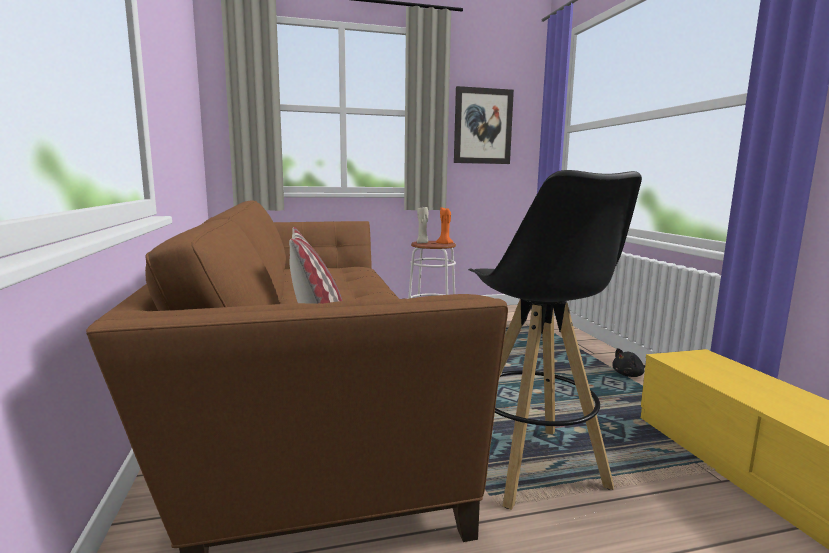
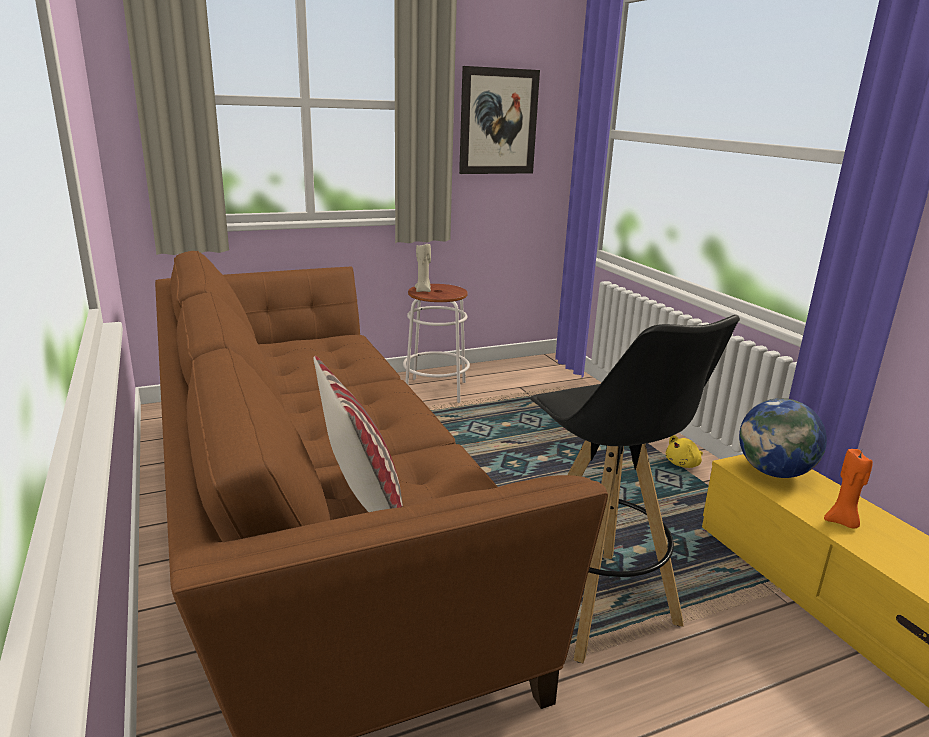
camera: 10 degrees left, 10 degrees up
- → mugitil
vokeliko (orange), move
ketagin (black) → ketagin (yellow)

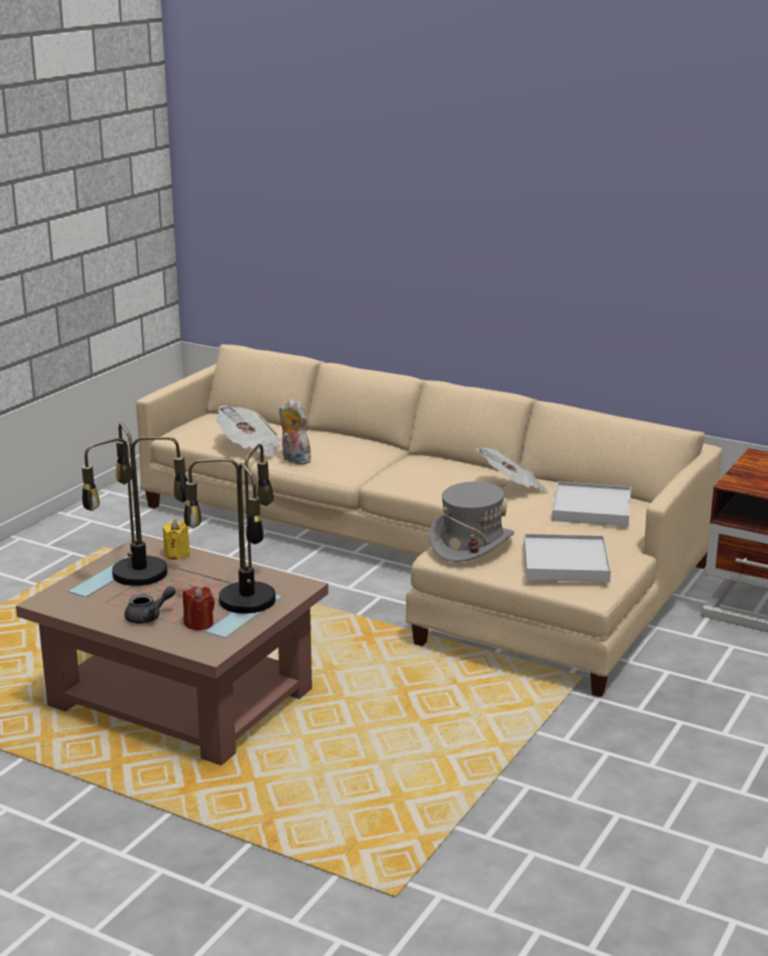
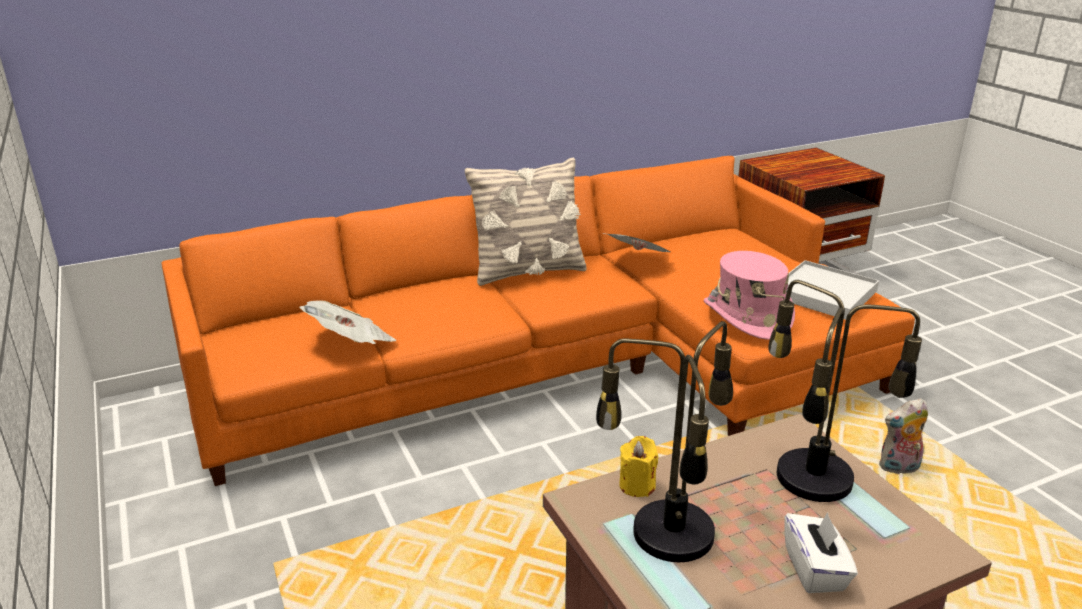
camera: 55 degrees left, 5 degrees up
vokeliko (red) → -
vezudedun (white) (2nd from left) → -
- → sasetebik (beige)
ketagin, move
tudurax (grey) → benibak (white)
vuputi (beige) → vuputi (orange)
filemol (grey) → filemol (pink)

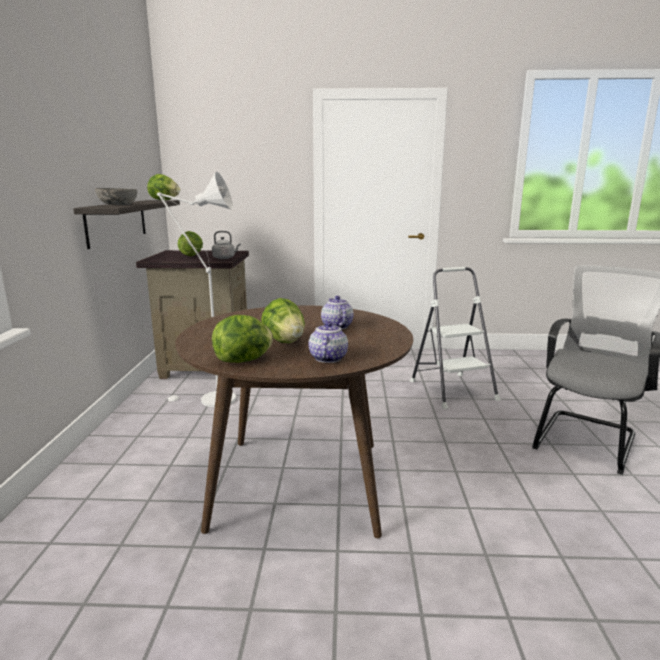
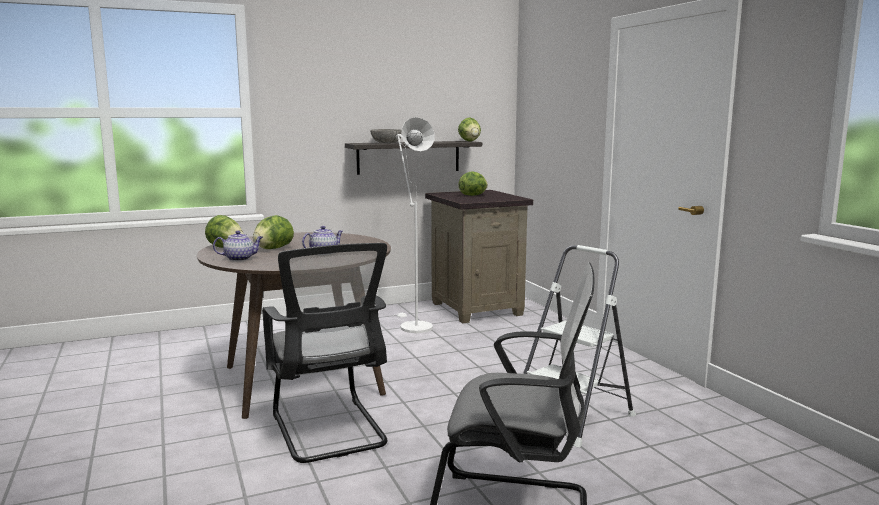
camera: 65 degrees right, 5 degrees down
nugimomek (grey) → -
- → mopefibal (1st from left)

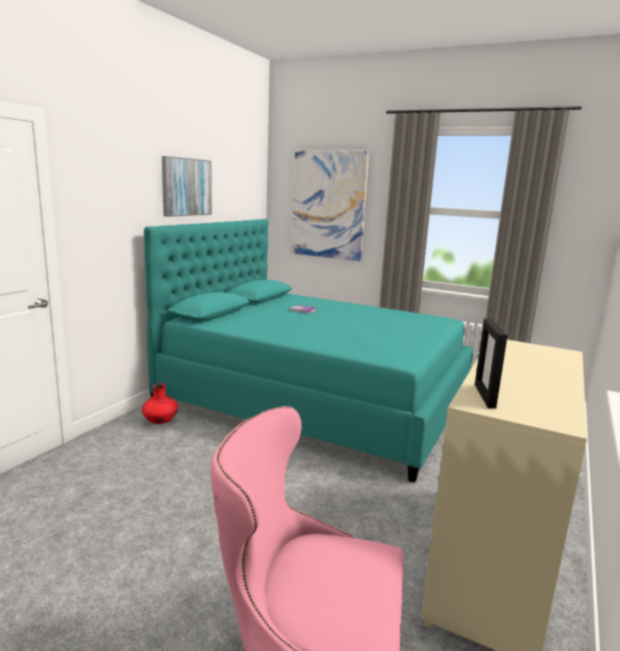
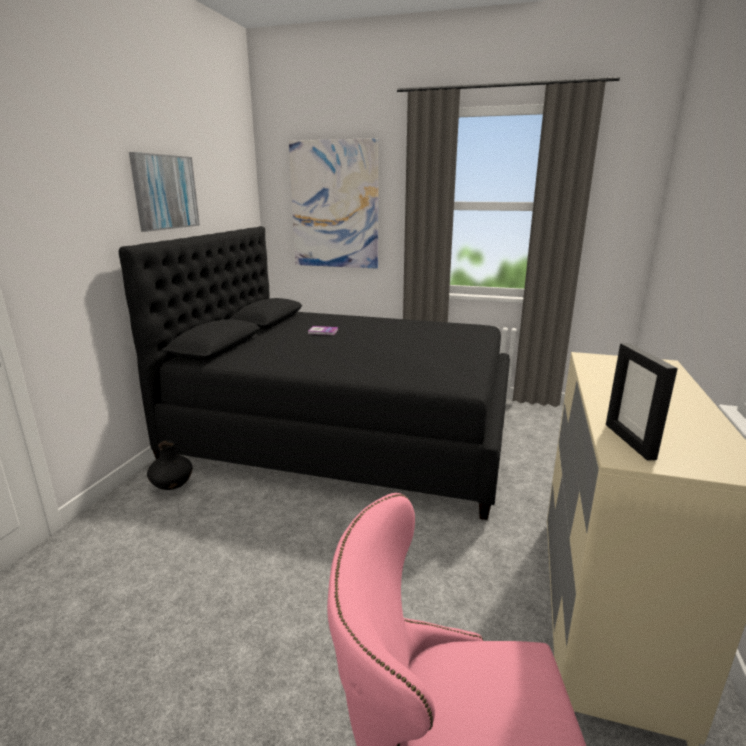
camera: 10 degrees left, 5 degrees up
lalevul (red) → lalevul (black)
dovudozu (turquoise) → dovudozu (black)

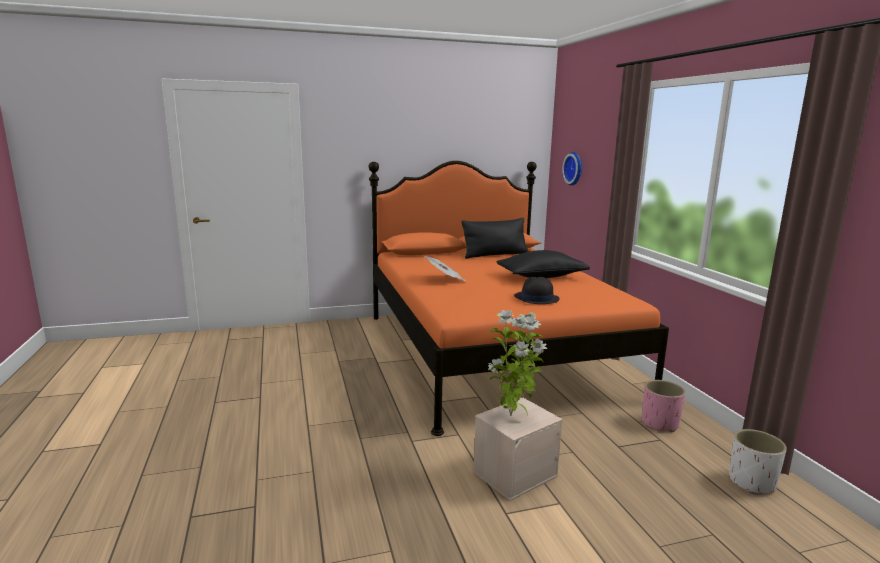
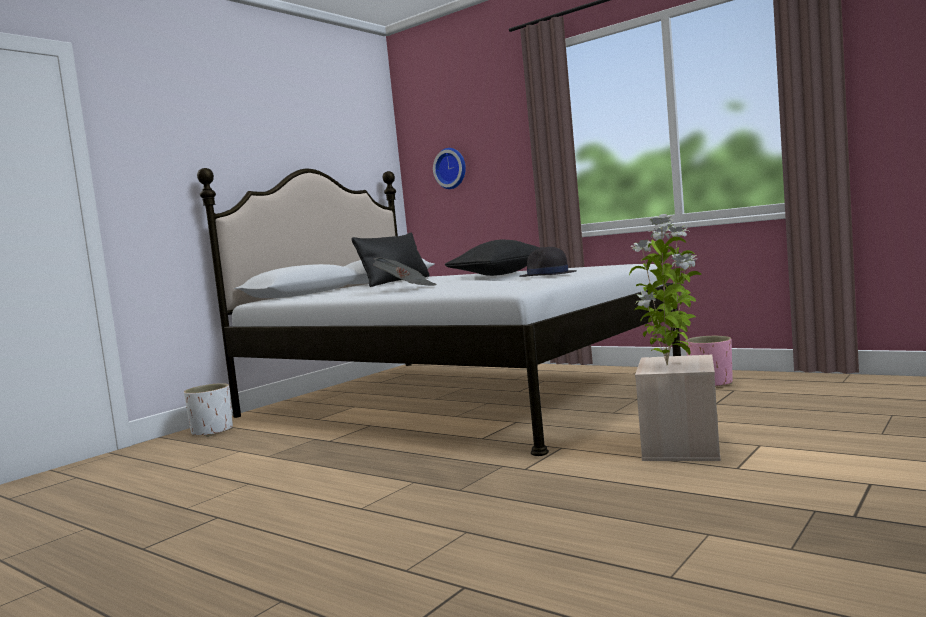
camera: 35 degrees left, 10 degrees down
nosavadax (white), move
dovudozu (orange) → dovudozu (white)

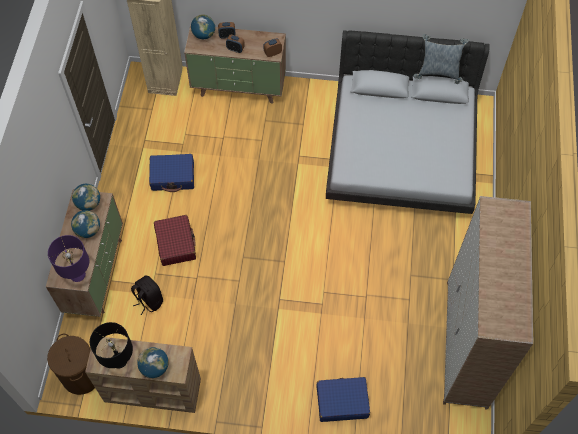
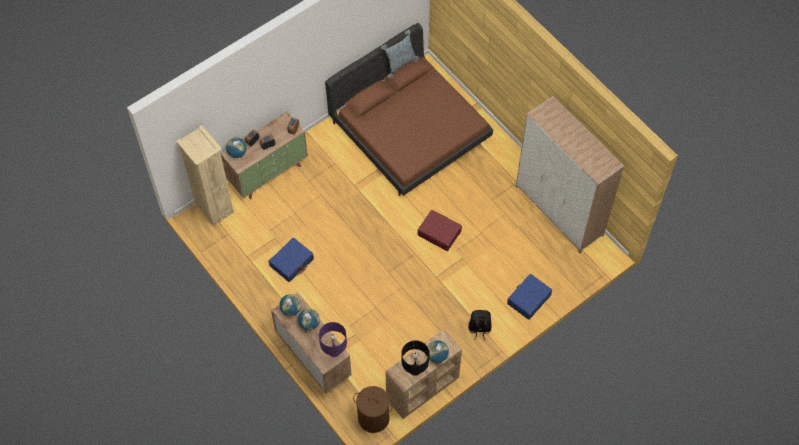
camera: 45 degrees left, 0 degrees up
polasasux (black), move
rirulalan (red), move
dovudozu (grey) → dovudozu (brown)

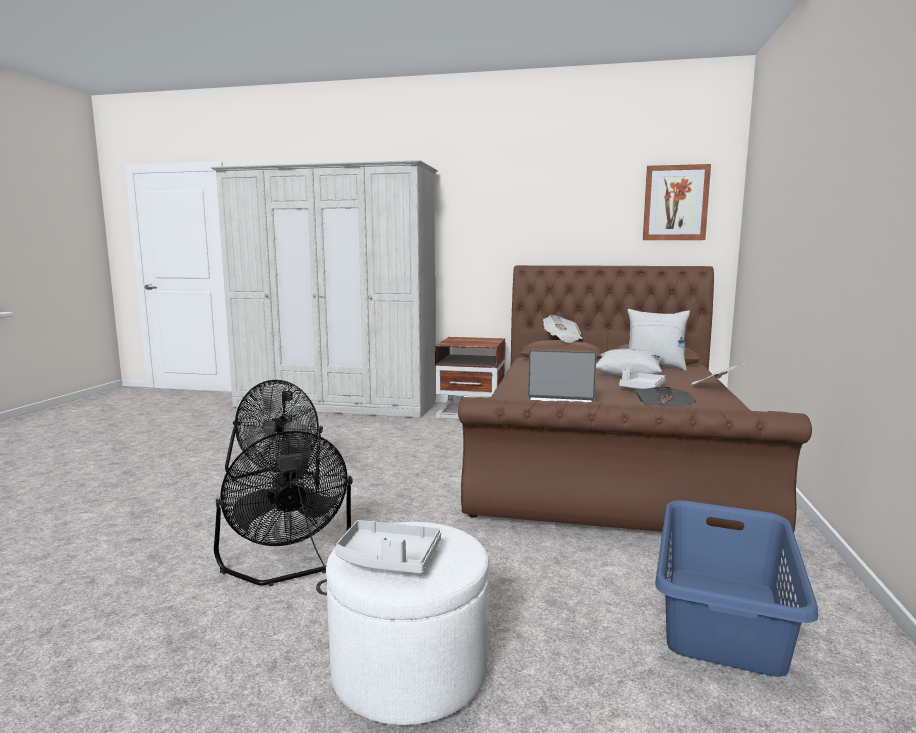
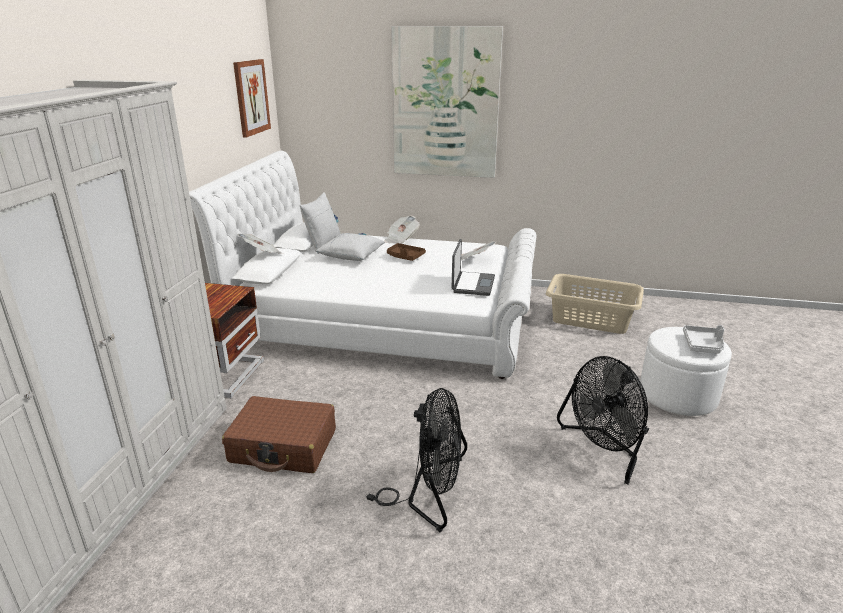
camera: 90 degrees left, 15 degrees up
- → rirulalan (brown)
- → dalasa (2nd from left)
dovudozu (brown) → dovudozu (white)
vezudedun (grey) (2nd from left) → vezudedun (brown)
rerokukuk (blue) → rerokukuk (beige)

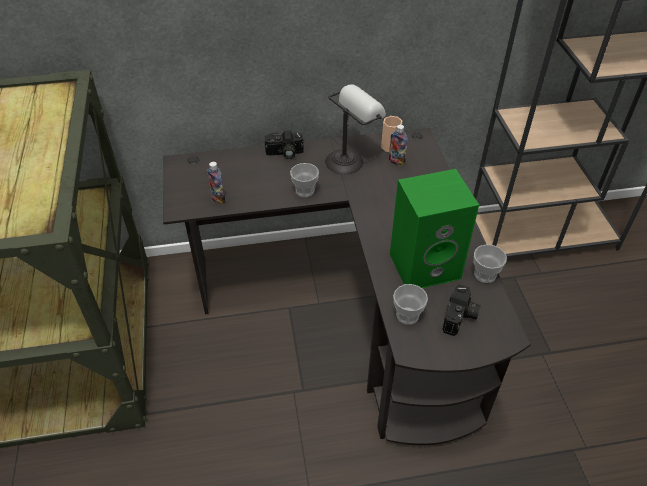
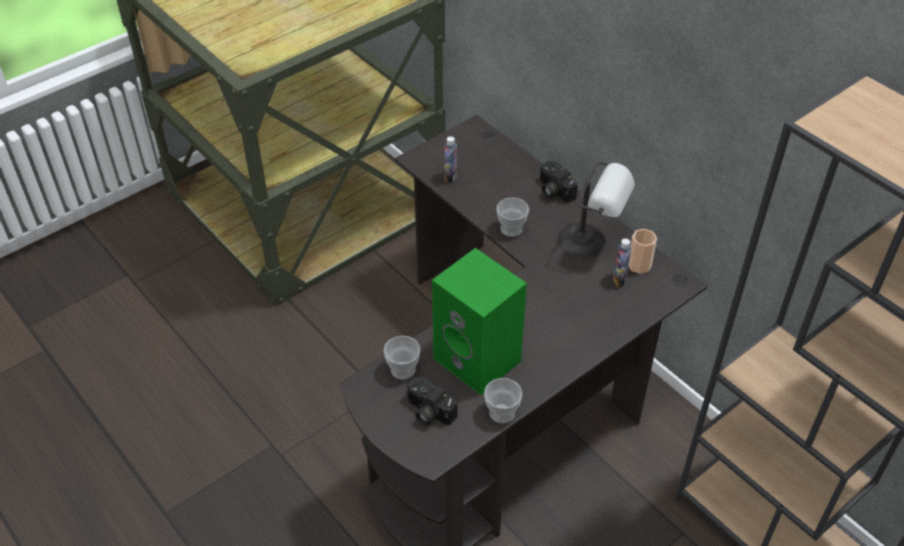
camera: 60 degrees right, 0 degrees up
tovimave (2nd from left in the first image) → tovimave (1st from left), 45 degrees clockwise

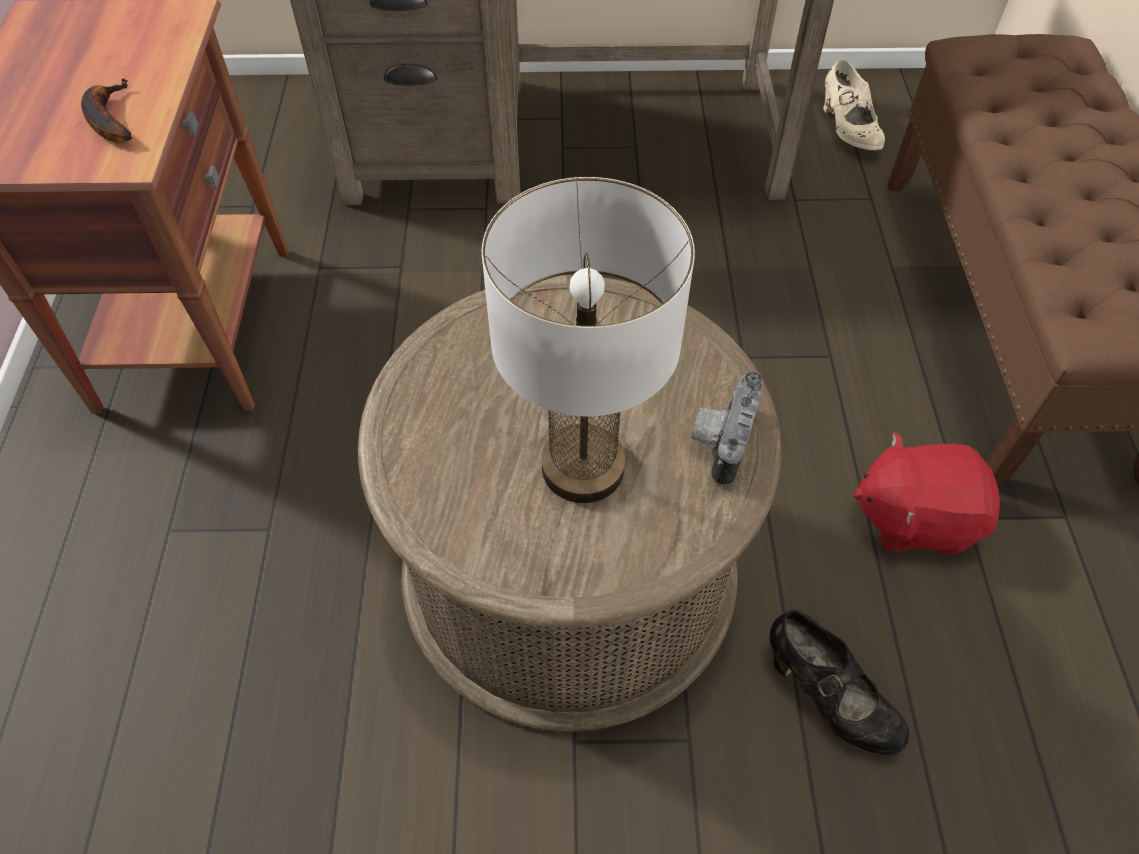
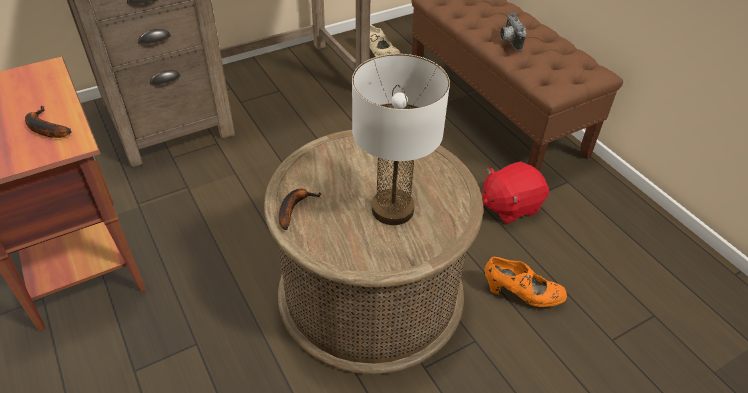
camera: 30 degrees left, 10 degrees down
- → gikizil (2nd from left)
tovimave, move
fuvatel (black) → fuvatel (orange)

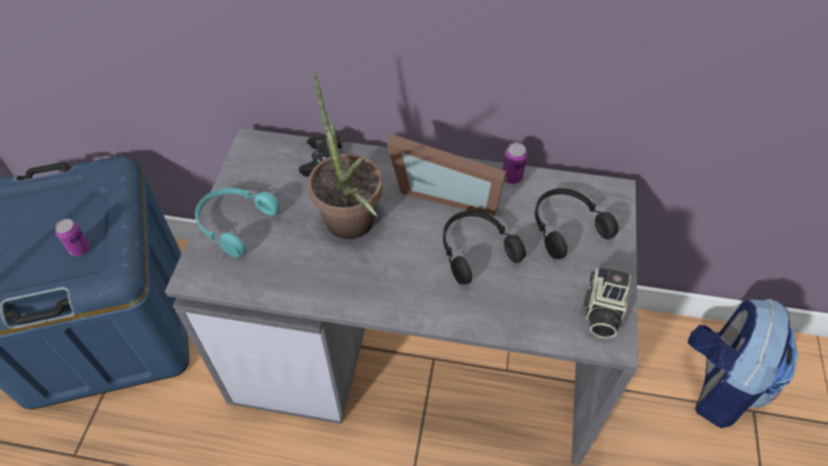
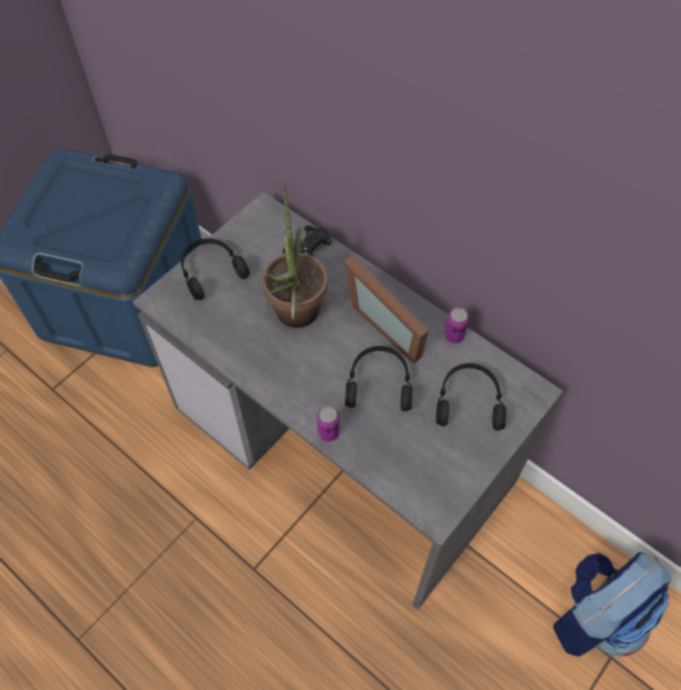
camera: 30 degrees right, 5 degrees up
tovimave → -
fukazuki (1st from left), move
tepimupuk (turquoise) → tepimupuk (black) (1st from left)

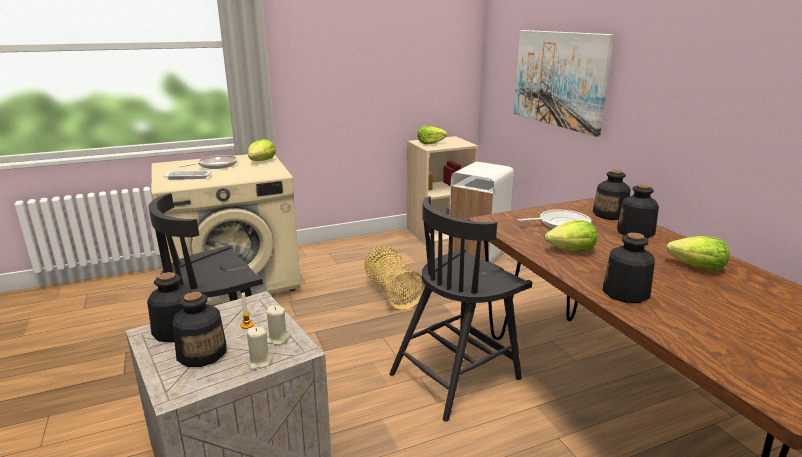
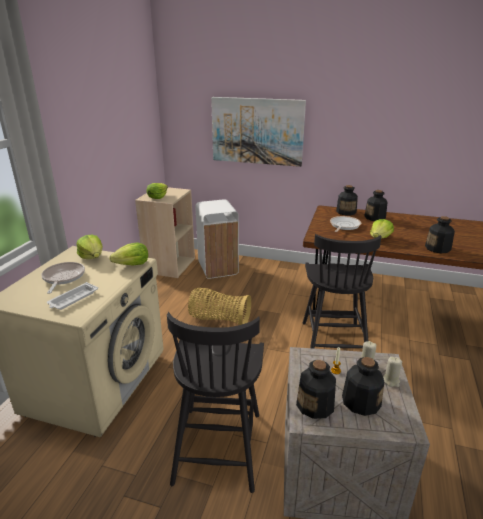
camera: 50 degrees left, 5 degrees up
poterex (4th from left in the first image) → poterex (2nd from left), move

